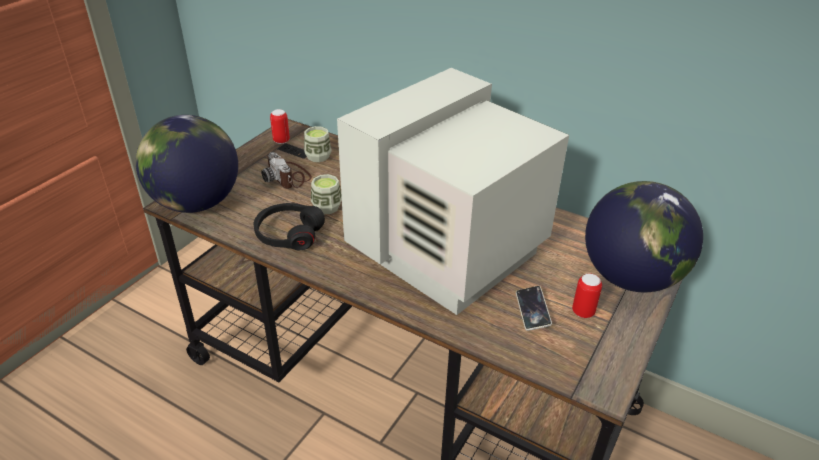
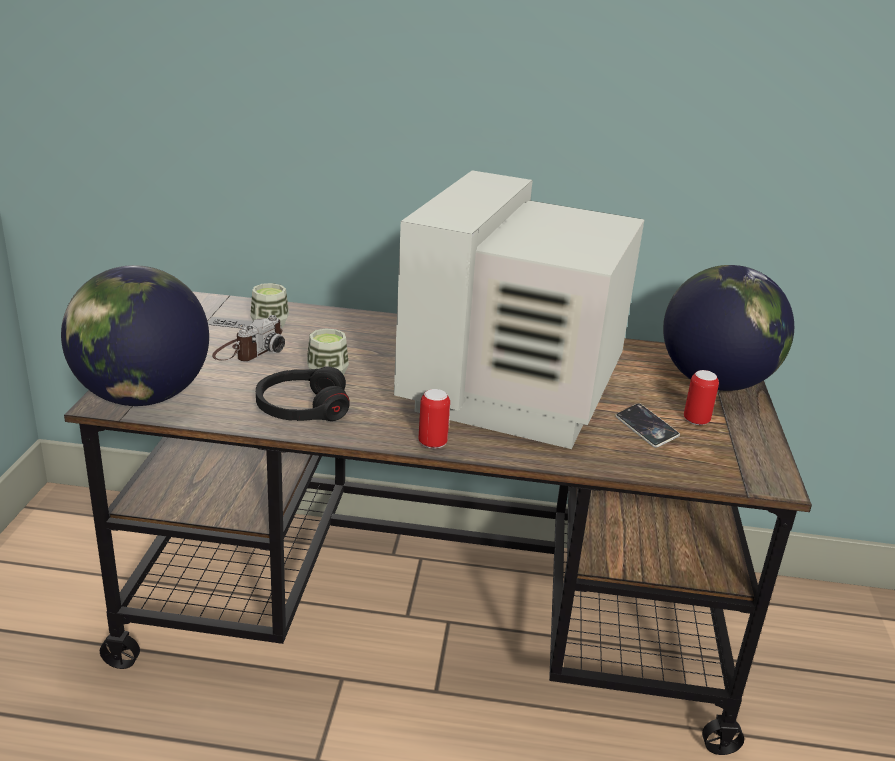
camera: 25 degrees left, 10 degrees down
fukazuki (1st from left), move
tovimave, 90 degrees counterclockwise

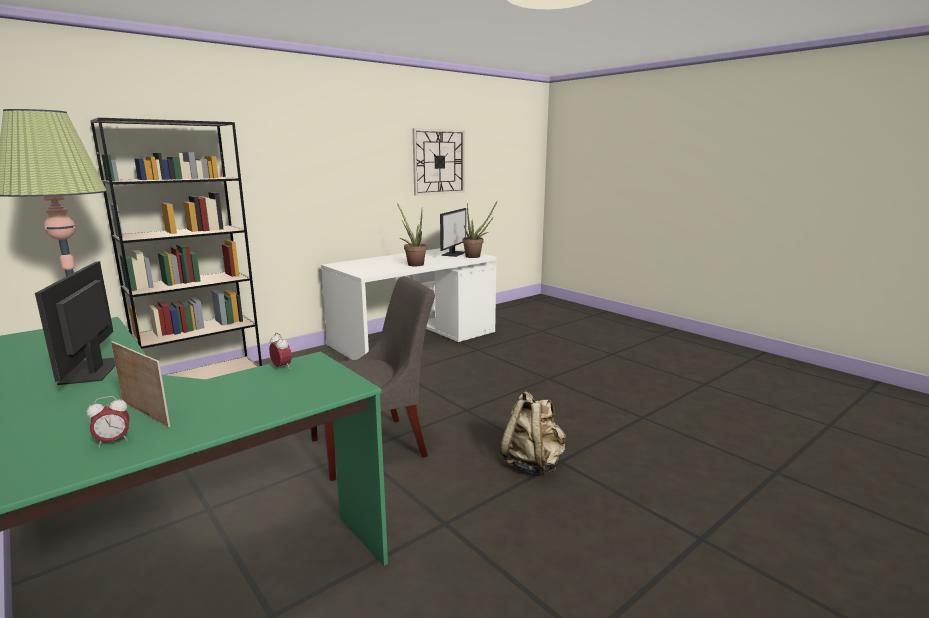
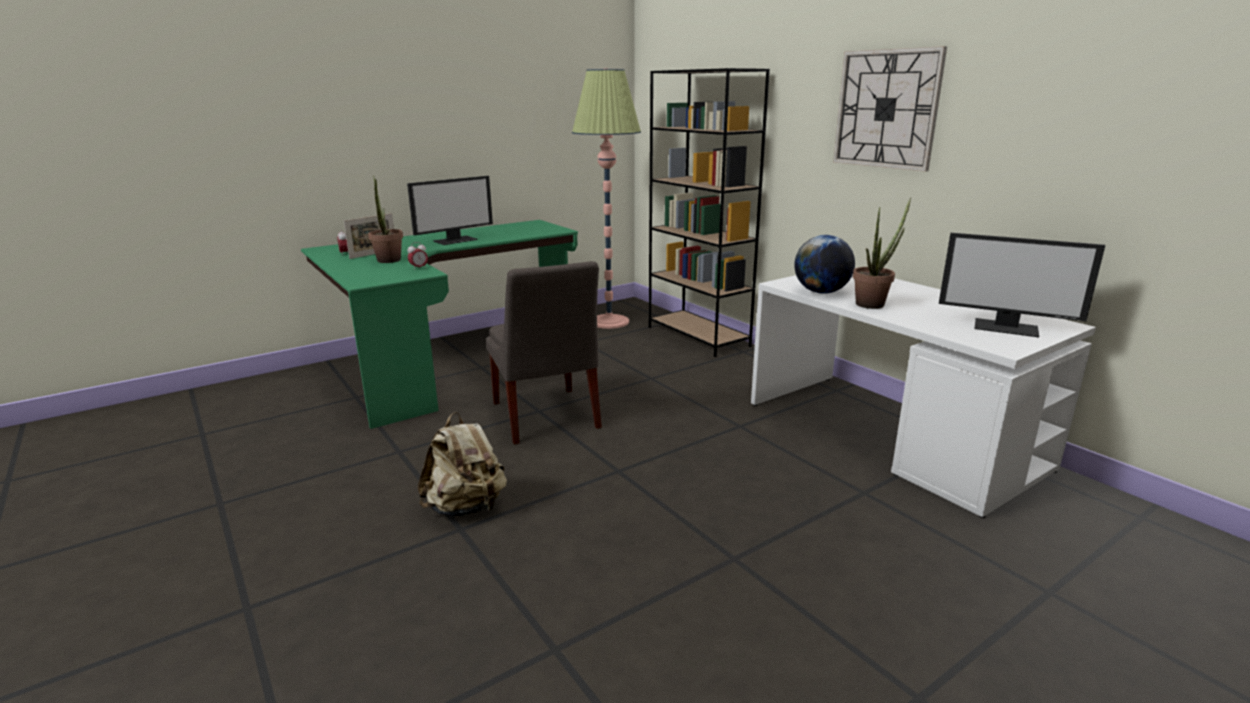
camera: 95 degrees right, 5 degrees up
- → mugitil
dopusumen, move
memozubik (2nd from left in the first image) → memozubik (1st from left), move
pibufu (1st from left), 150 degrees clockwise

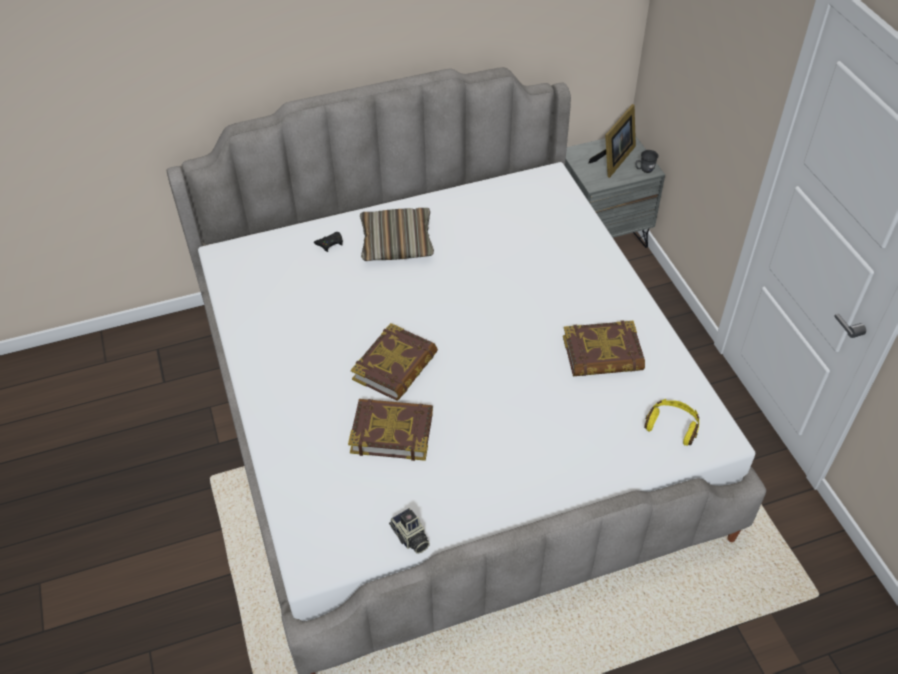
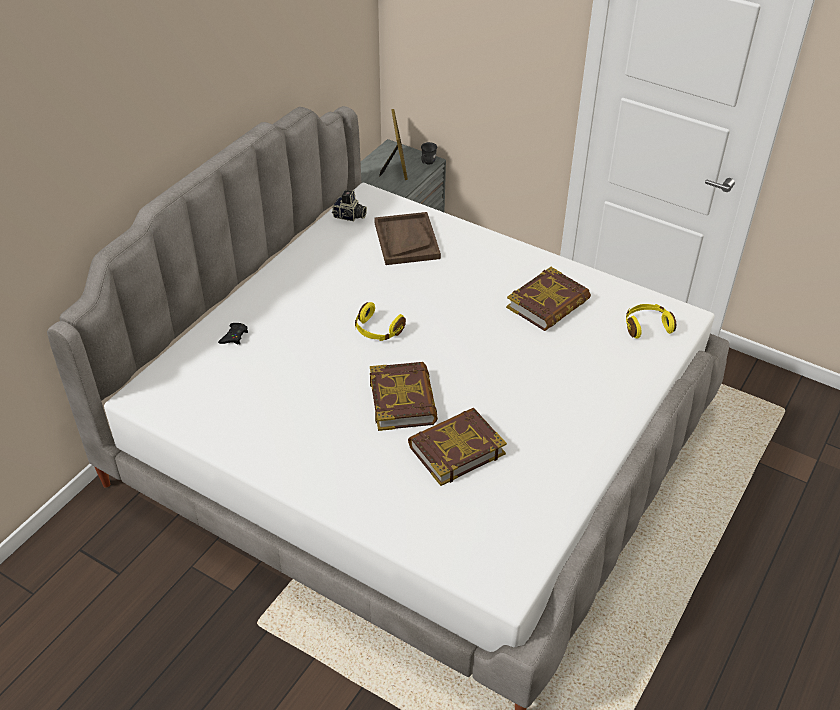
camera: 40 degrees left, 5 degrees down
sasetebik → -
- → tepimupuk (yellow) (1st from left)
- → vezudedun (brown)
tovimave, move

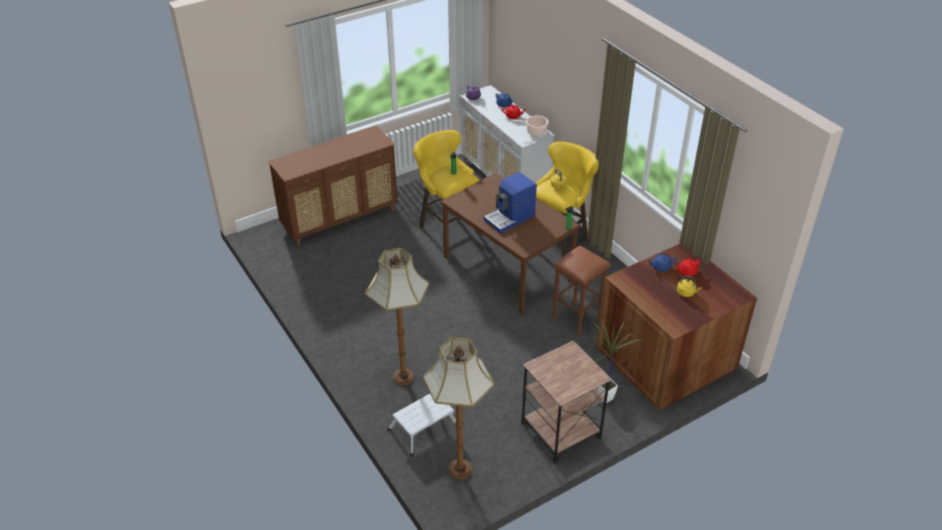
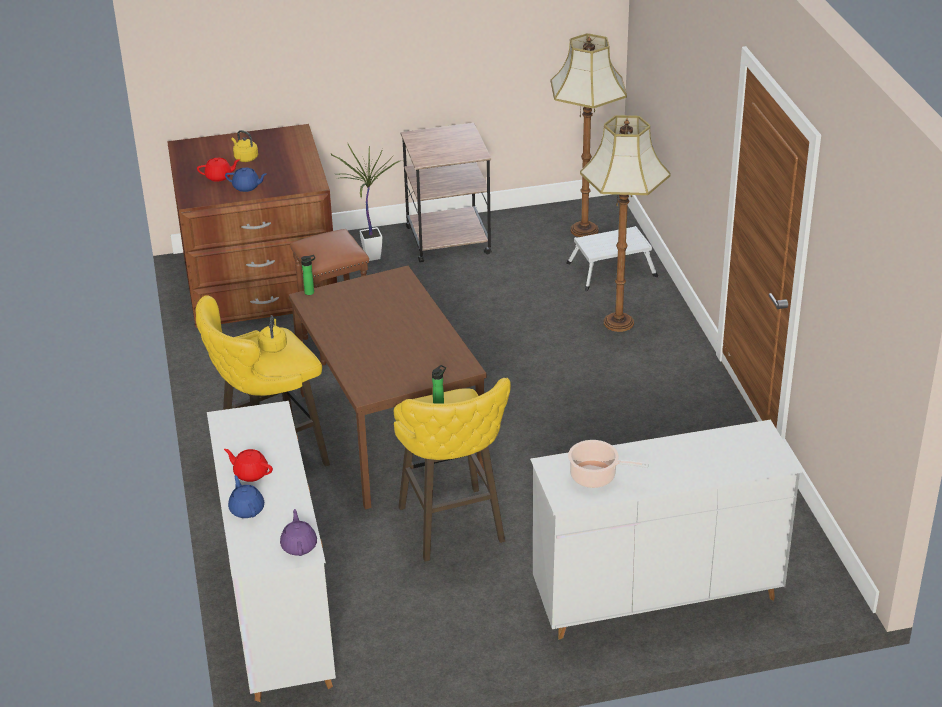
camera: 160 degrees left, 5 degrees down
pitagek → -
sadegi, move
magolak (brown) → magolak (white) (2nd from left)

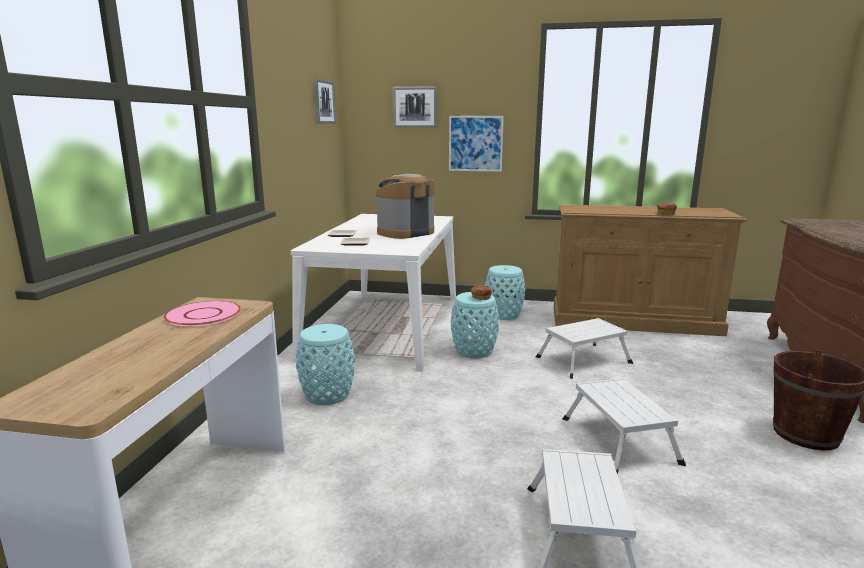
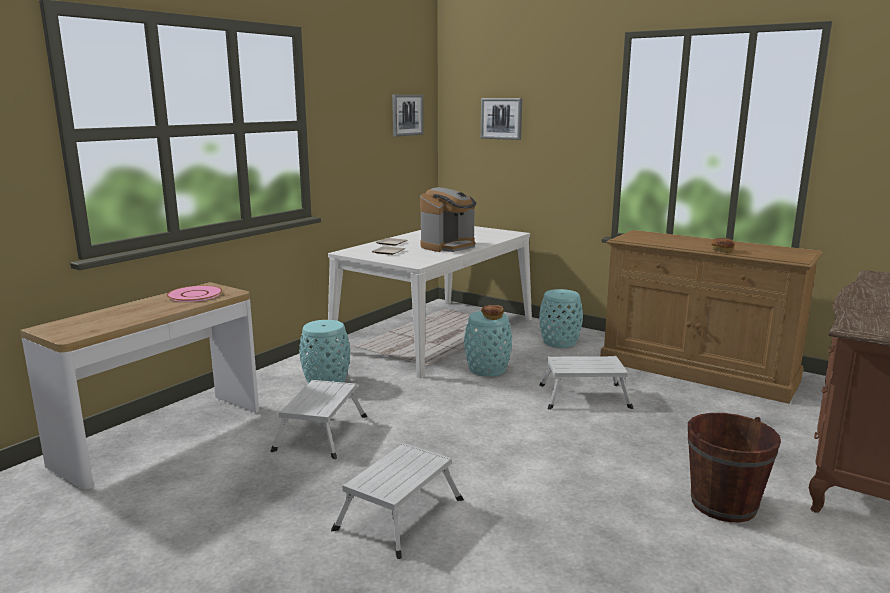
camera: 25 degrees right, 0 degrees up
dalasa (3rd from left) → -
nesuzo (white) (3rd from left in the first image) → nesuzo (white) (1st from left), move
pitagek, 150 degrees clockwise

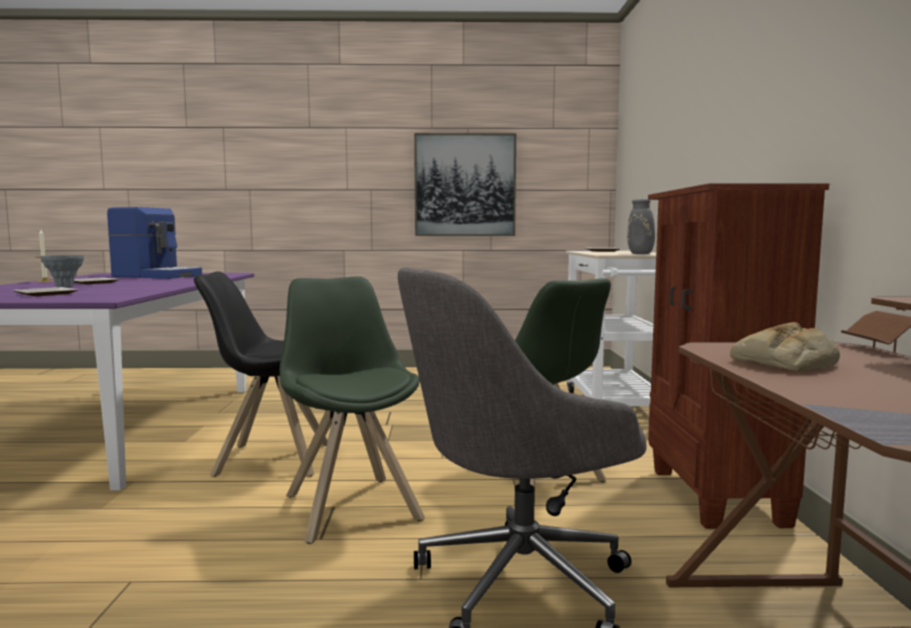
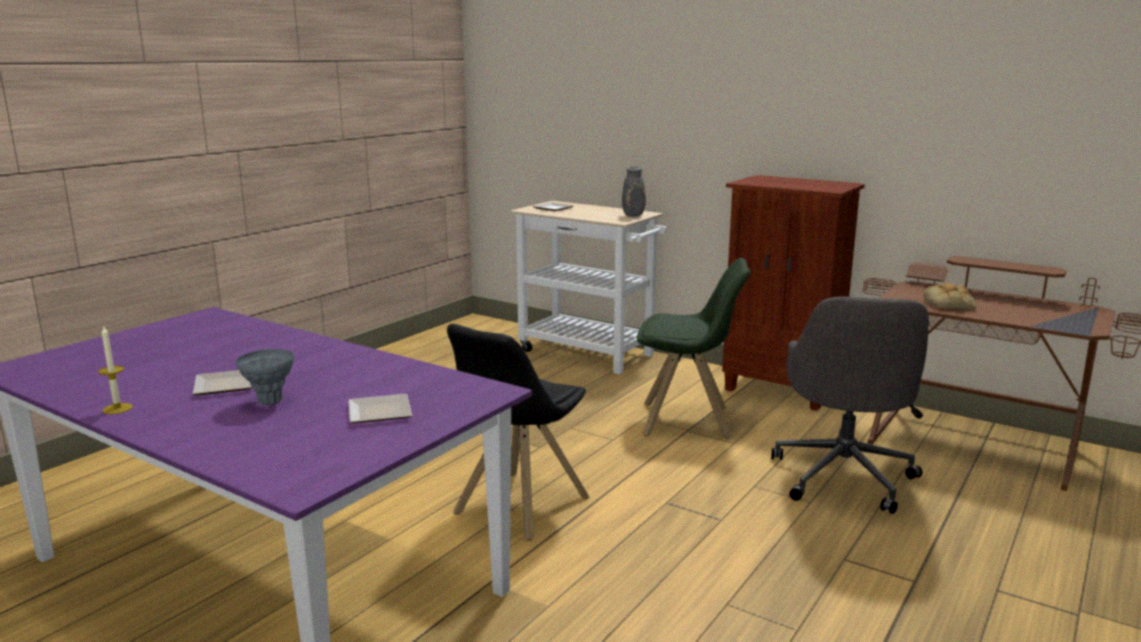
camera: 55 degrees left, 10 degrees up
pitagek → -
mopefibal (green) (1st from left) → -
dalasa → -

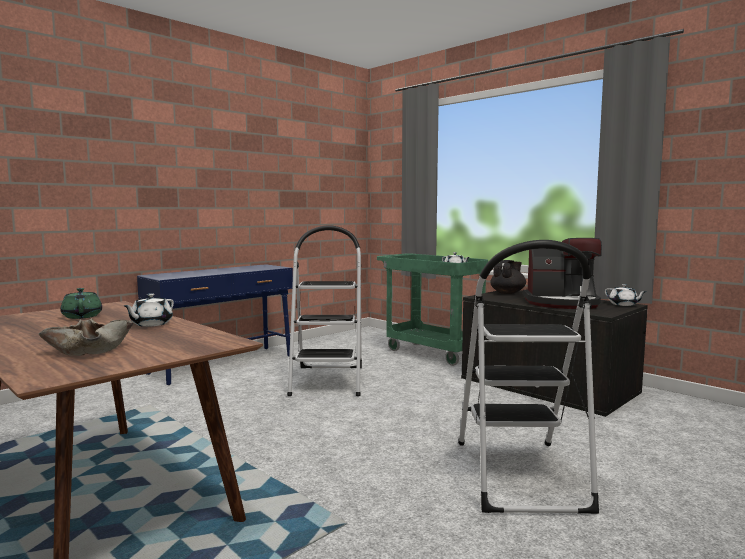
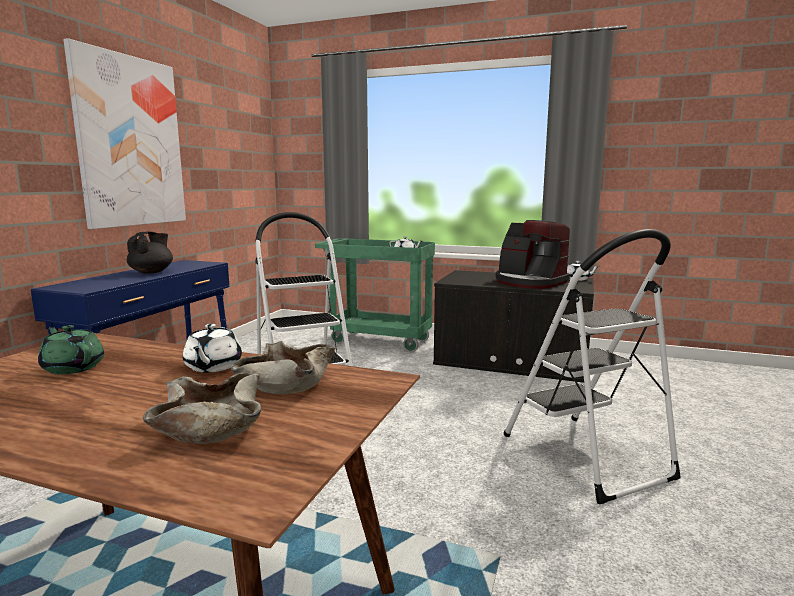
camera: 25 degrees left, 5 degrees up
- → dalasa
- → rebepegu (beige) (2nd from left)
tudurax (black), move
pitagek, 60 degrees clockwise

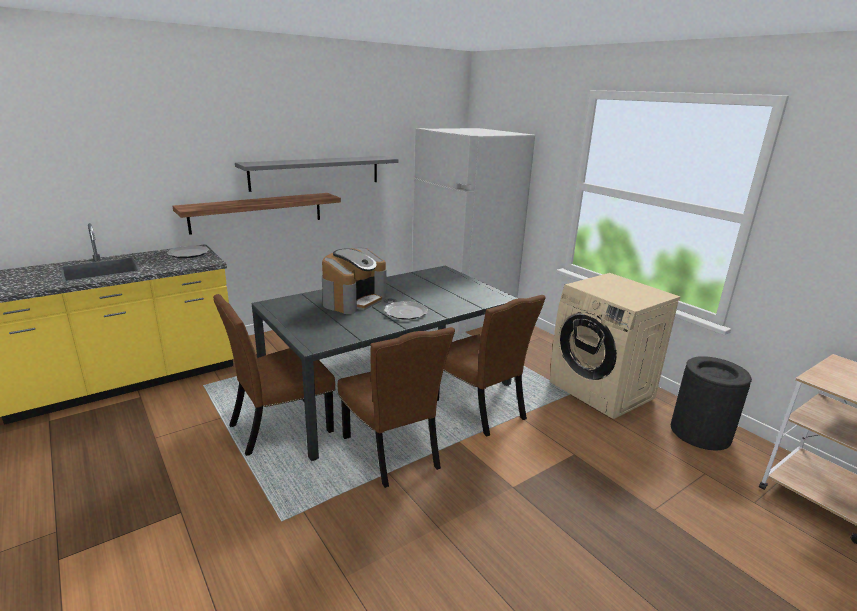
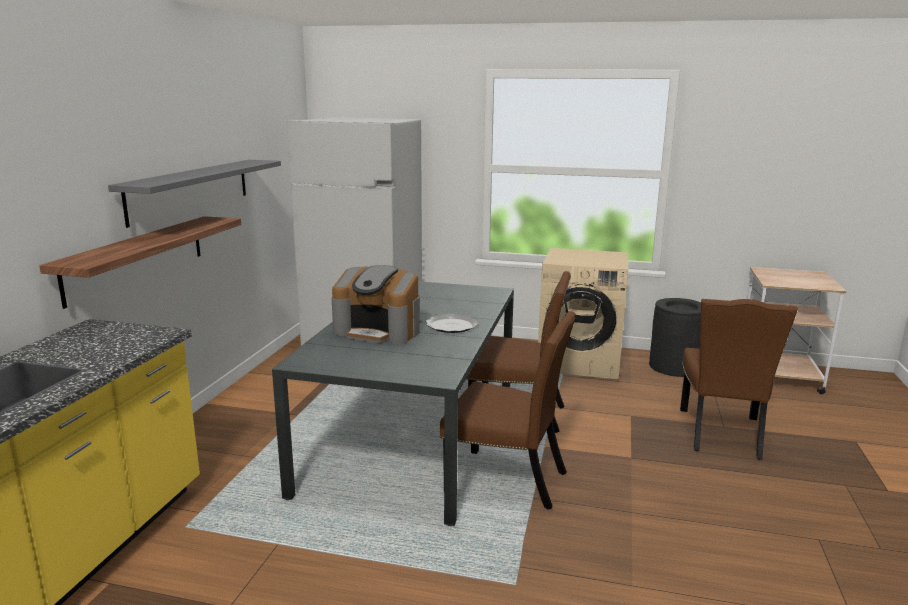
camera: 40 degrees left, 5 degrees down
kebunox (1st from left) → -
mopefibal (brown) (1st from left in the first image) → mopefibal (brown) (3rd from left), move
pitagek, 120 degrees clockwise

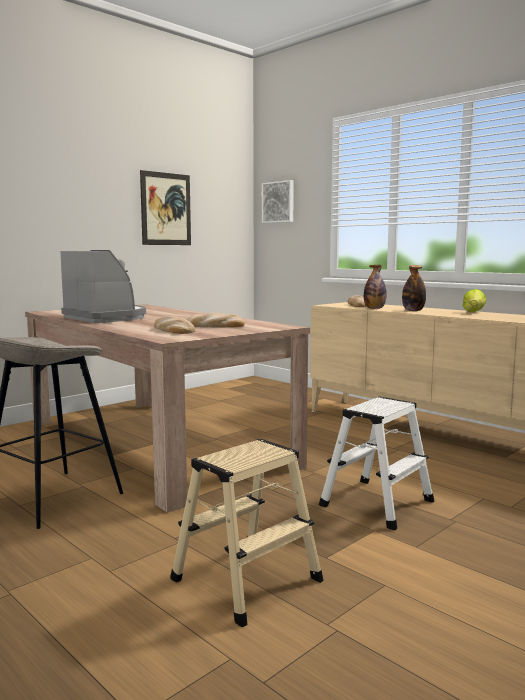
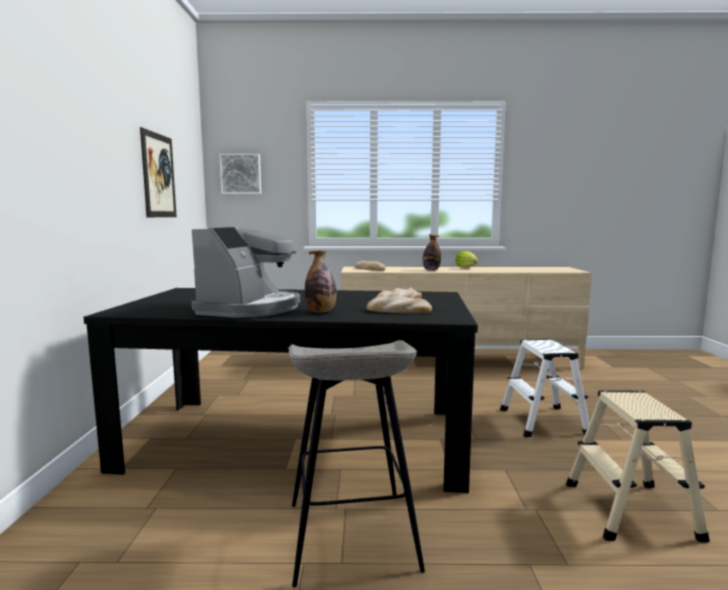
camera: 45 degrees left, 0 degrees up
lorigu (1st from left), move
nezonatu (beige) → nezonatu (black)
pitagek, 105 degrees clockwise

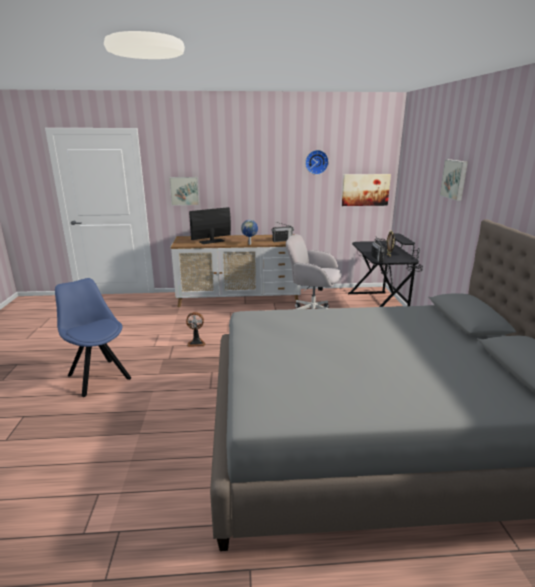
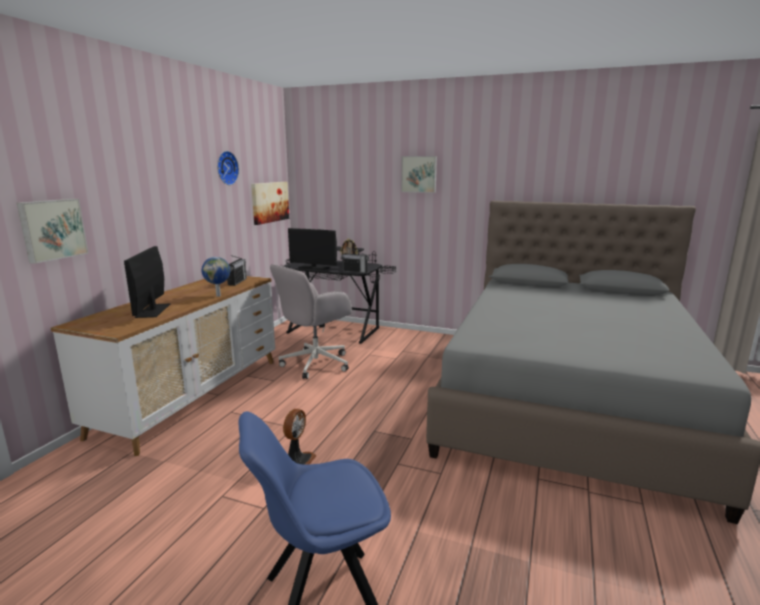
camera: 65 degrees left, 5 degrees down
- → pibufu (2nd from left)

